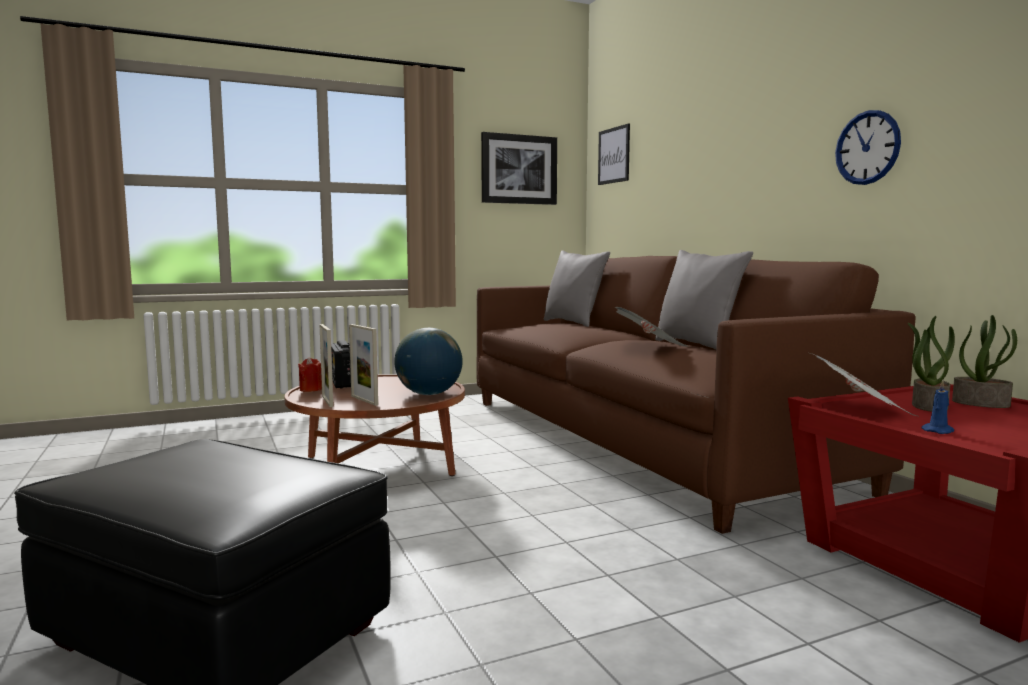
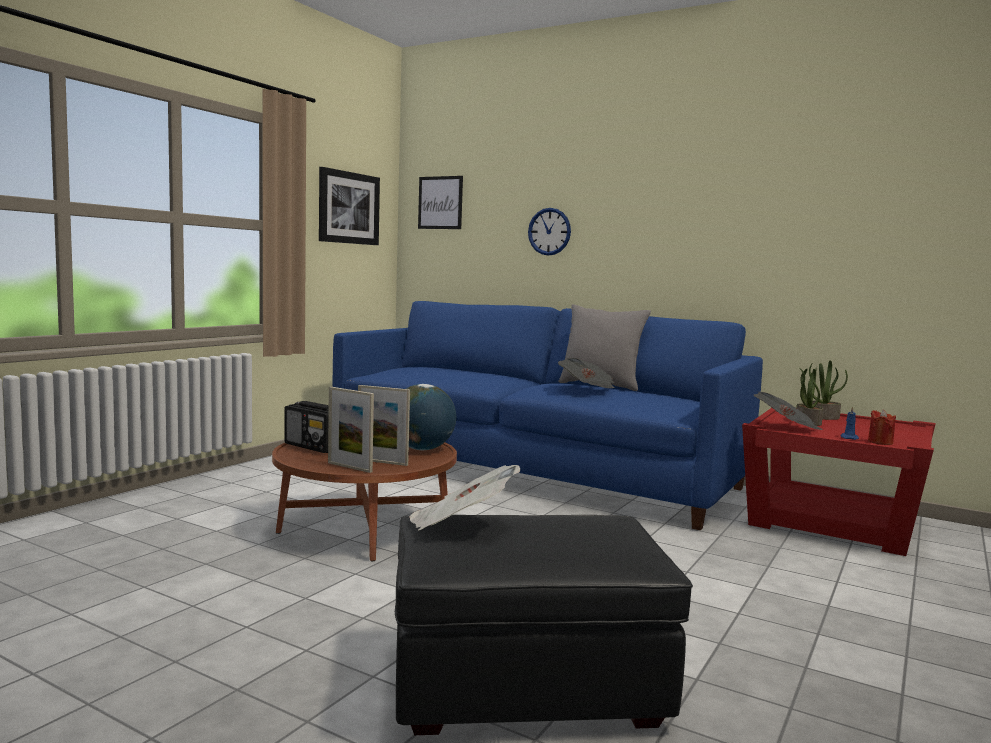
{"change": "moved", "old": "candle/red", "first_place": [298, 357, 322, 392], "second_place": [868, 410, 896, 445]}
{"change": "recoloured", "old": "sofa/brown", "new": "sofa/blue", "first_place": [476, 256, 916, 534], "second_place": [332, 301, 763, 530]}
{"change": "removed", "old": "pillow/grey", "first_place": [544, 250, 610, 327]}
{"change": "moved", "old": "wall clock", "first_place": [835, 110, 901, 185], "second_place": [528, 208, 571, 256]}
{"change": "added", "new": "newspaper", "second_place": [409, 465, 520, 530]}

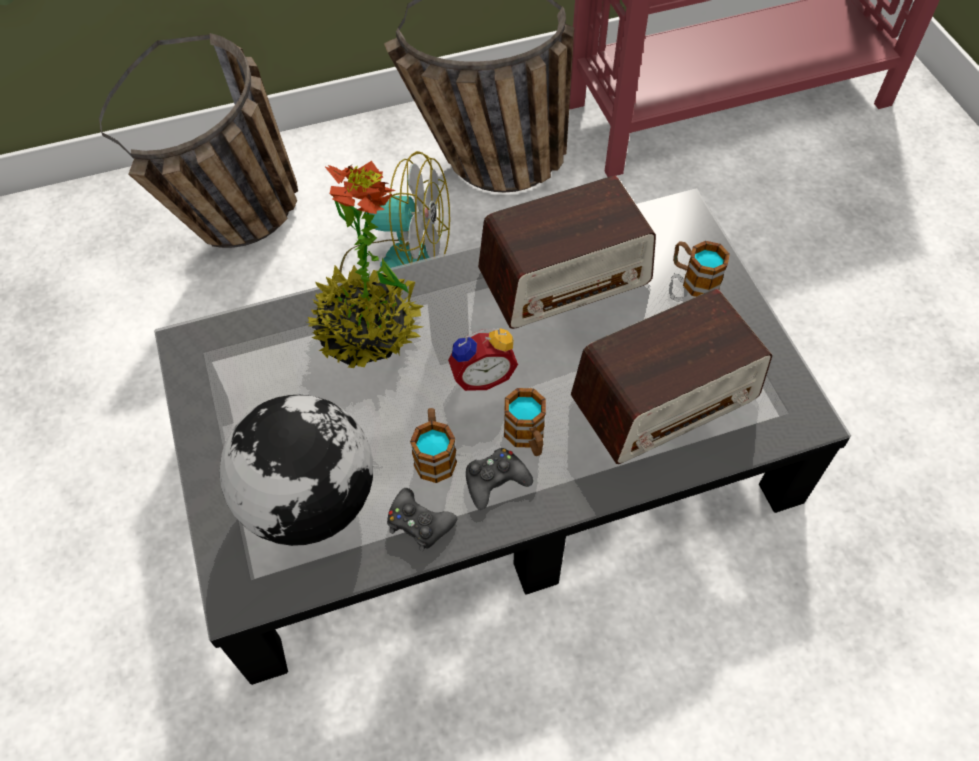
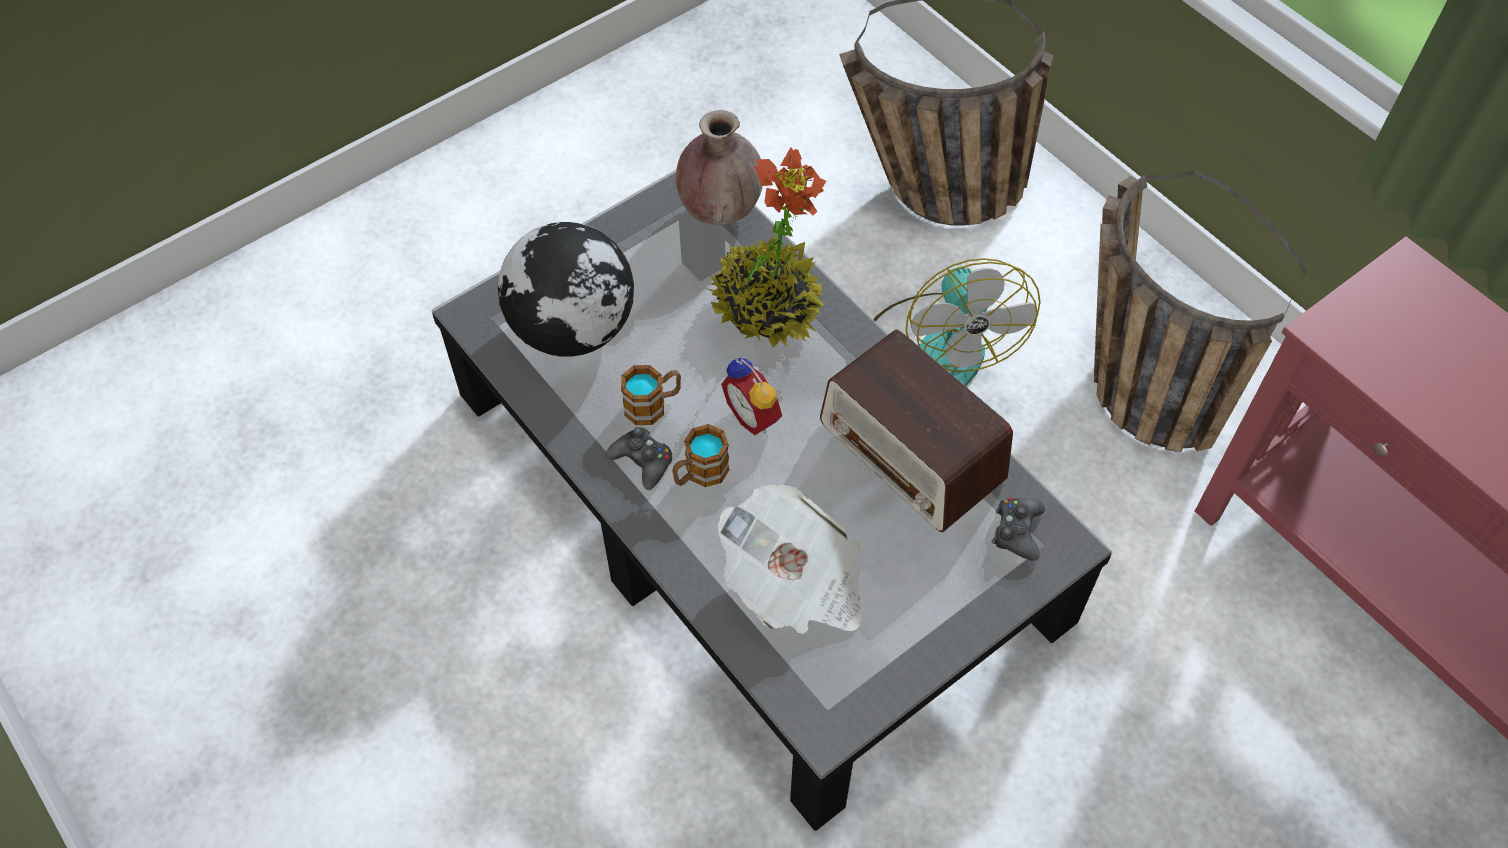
{"change": "moved", "old": "game controller/black", "first_place": [387, 488, 457, 551], "second_place": [992, 497, 1045, 561]}
{"change": "replaced", "old": "radio", "new": "newspaper", "first_place": [571, 289, 772, 464], "second_place": [718, 485, 861, 634]}
{"change": "removed", "old": "mug", "first_place": [673, 241, 730, 297]}
{"change": "added", "new": "vase/brown", "second_place": [676, 110, 763, 226]}

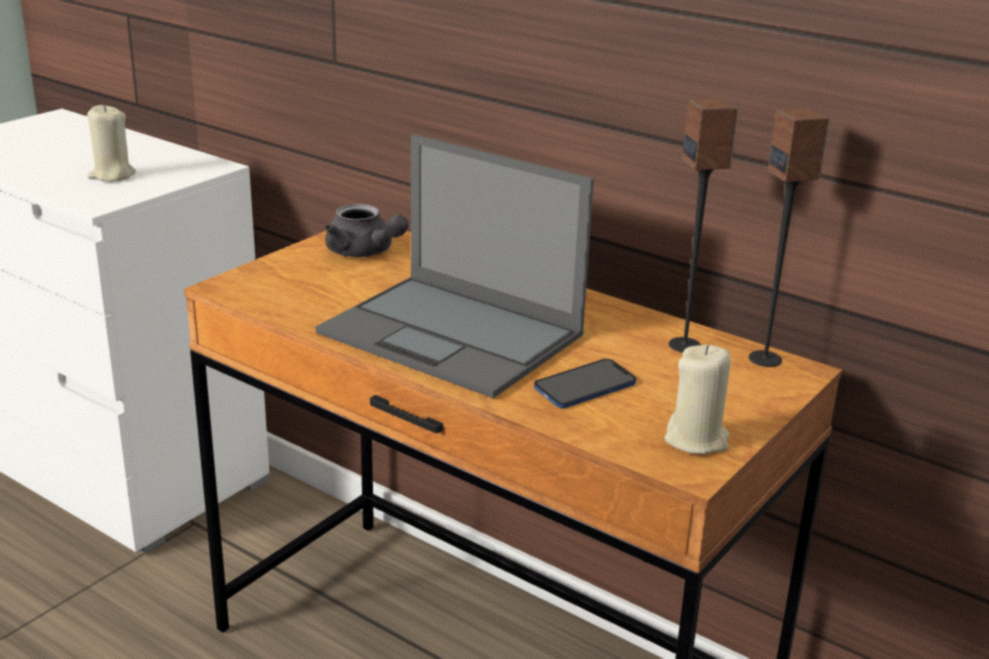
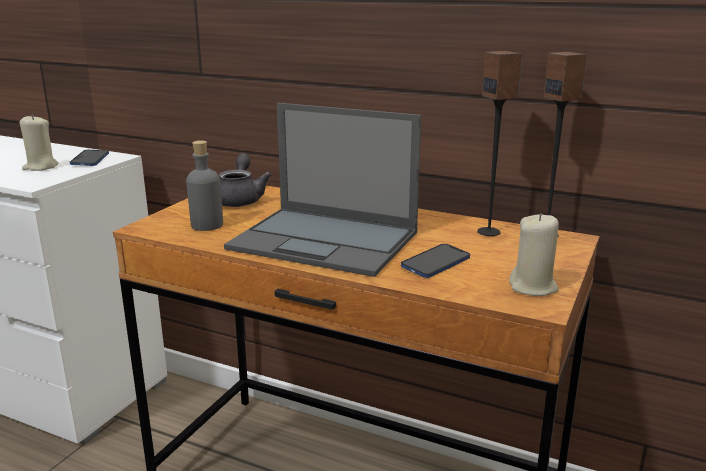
{"change": "turned", "old": "teapot/grey", "first_place": [325, 204, 408, 257], "second_place": [219, 154, 271, 207], "degrees": -120}
{"change": "added", "new": "phone", "second_place": [70, 150, 109, 166]}
{"change": "added", "new": "bottle/grey", "second_place": [186, 140, 223, 231]}

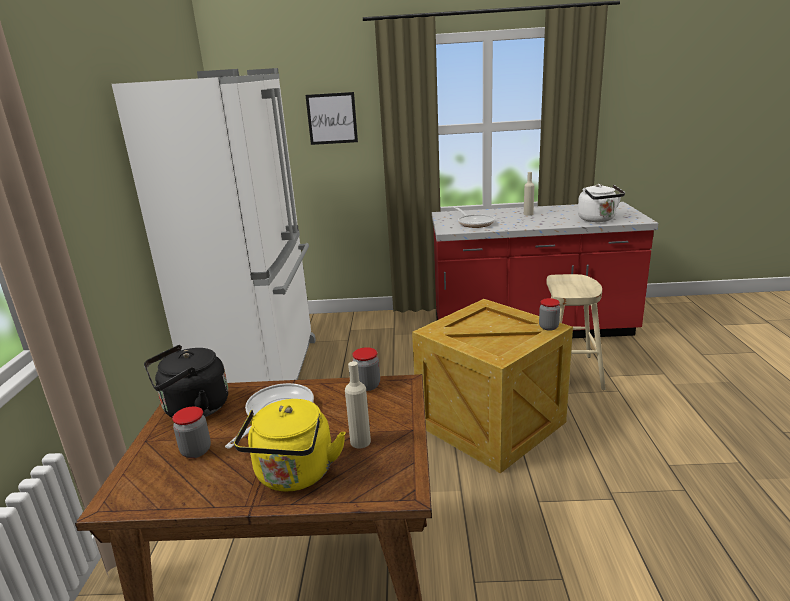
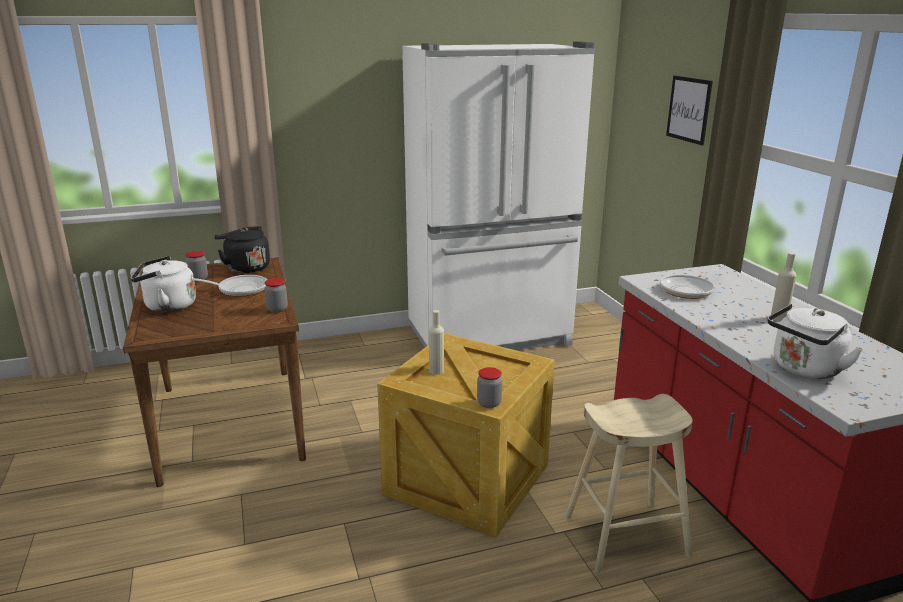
{"change": "recoloured", "old": "kettle/yellow", "new": "kettle/white", "first_place": [234, 399, 346, 491], "second_place": [131, 256, 196, 312]}
{"change": "moved", "old": "bottle/beige", "first_place": [345, 361, 371, 448], "second_place": [429, 310, 444, 375]}

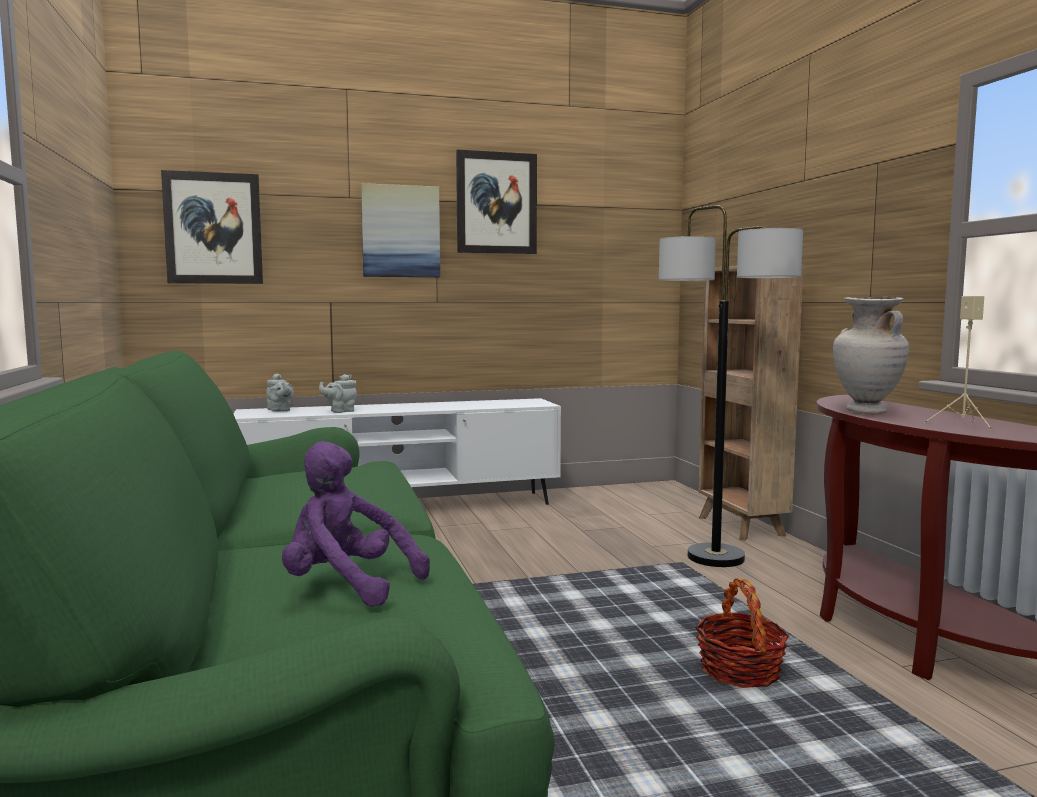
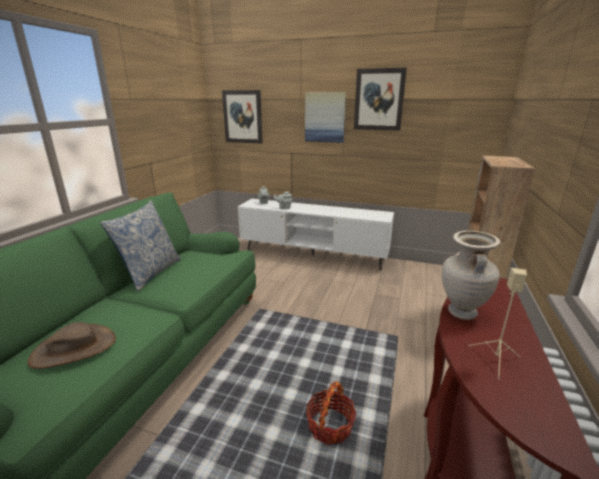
{"change": "replaced", "old": "plush toy/purple", "new": "hat/brown", "first_place": [282, 441, 430, 606], "second_place": [27, 322, 116, 369]}
{"change": "removed", "old": "floor lamp", "first_place": [659, 205, 803, 567]}
{"change": "added", "new": "pillow", "second_place": [100, 200, 181, 292]}

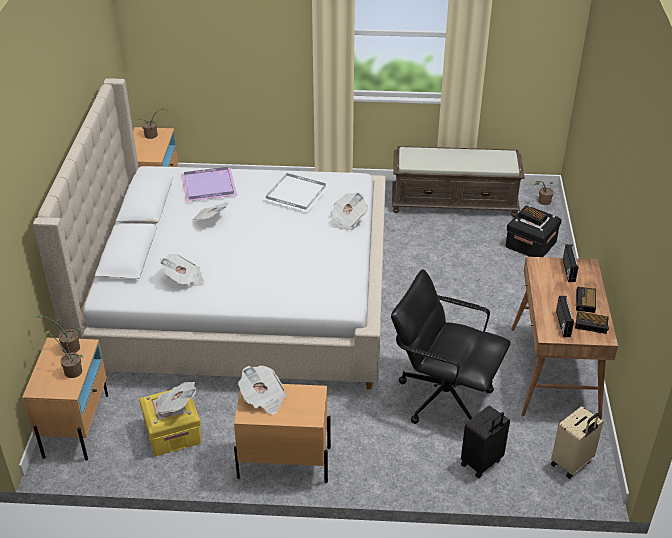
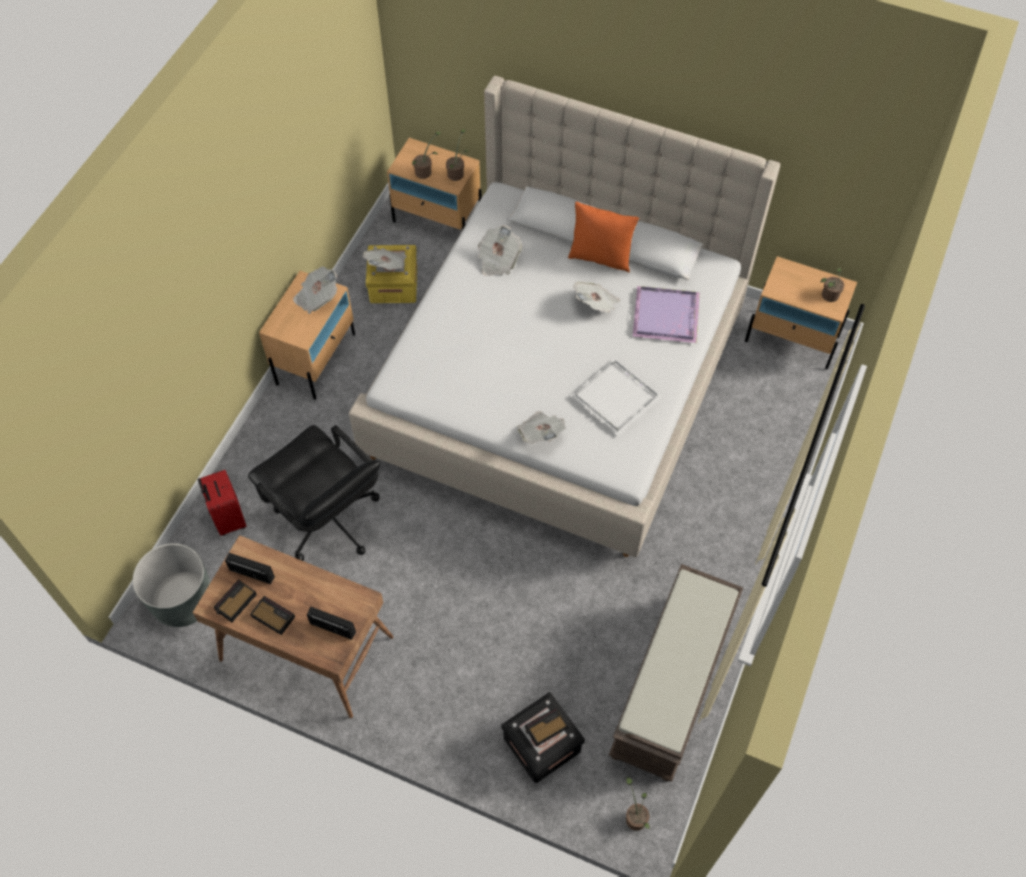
{"change": "turned", "old": "office chair/black", "first_place": [391, 269, 511, 424], "second_place": [248, 425, 380, 561], "degrees": 90}
{"change": "recoloured", "old": "suitcase/black", "new": "suitcase/red", "first_place": [461, 405, 510, 478], "second_place": [198, 470, 247, 536]}
{"change": "replaced", "old": "suitcase/beige", "new": "planter/grey", "first_place": [551, 406, 604, 479], "second_place": [133, 543, 211, 627]}
{"change": "added", "new": "pillow/orange", "second_place": [568, 202, 639, 273]}

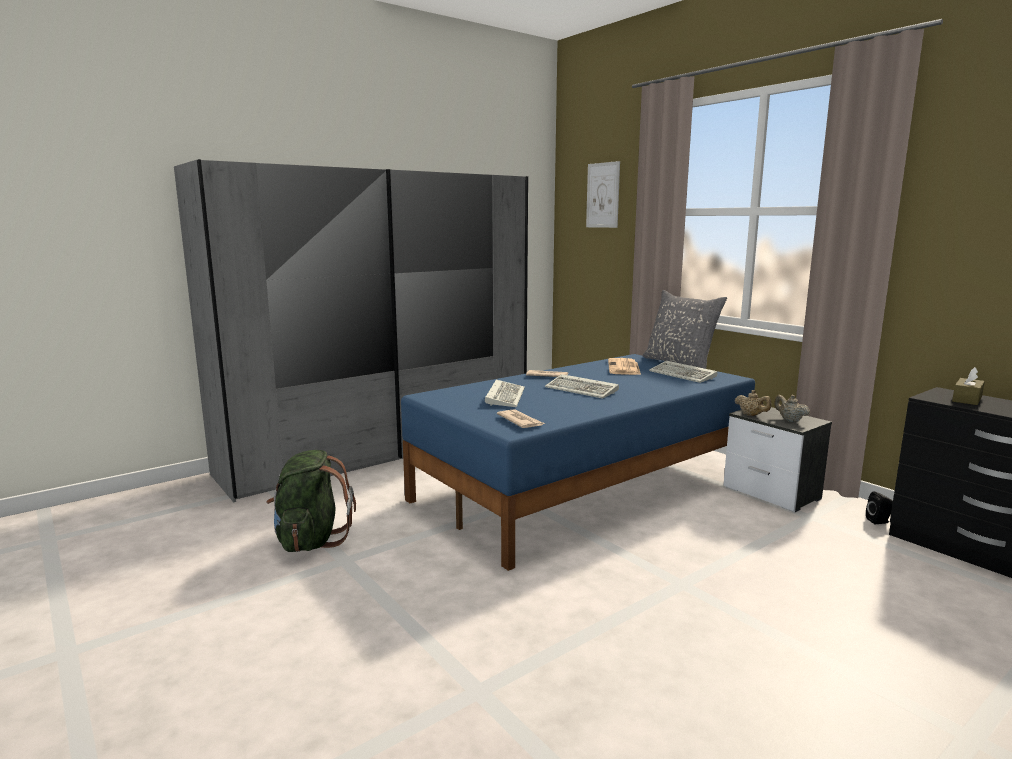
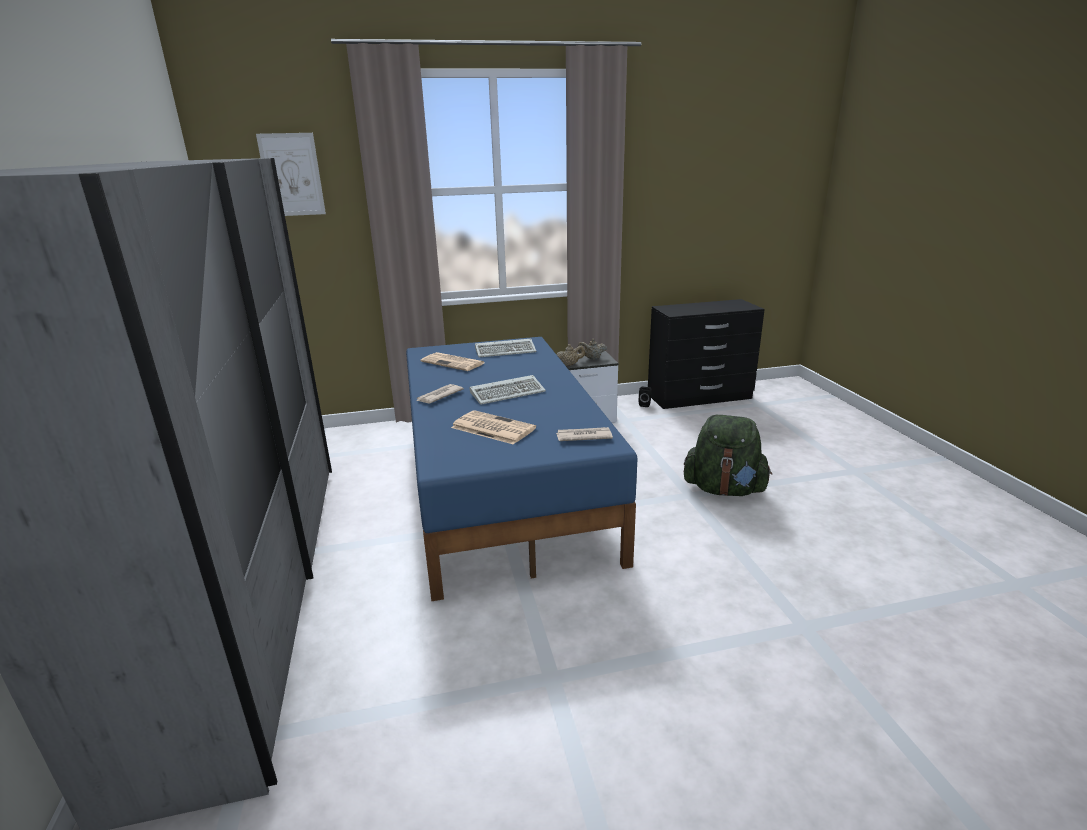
{"change": "moved", "old": "backpack/green", "first_place": [266, 450, 356, 552], "second_place": [684, 415, 772, 496]}
{"change": "replaced", "old": "keyboard", "new": "newspaper", "first_place": [485, 380, 525, 407], "second_place": [451, 410, 536, 445]}
{"change": "removed", "old": "pillow/grey", "first_place": [643, 290, 727, 369]}
{"change": "removed", "old": "tissue box/brown", "first_place": [952, 367, 985, 405]}

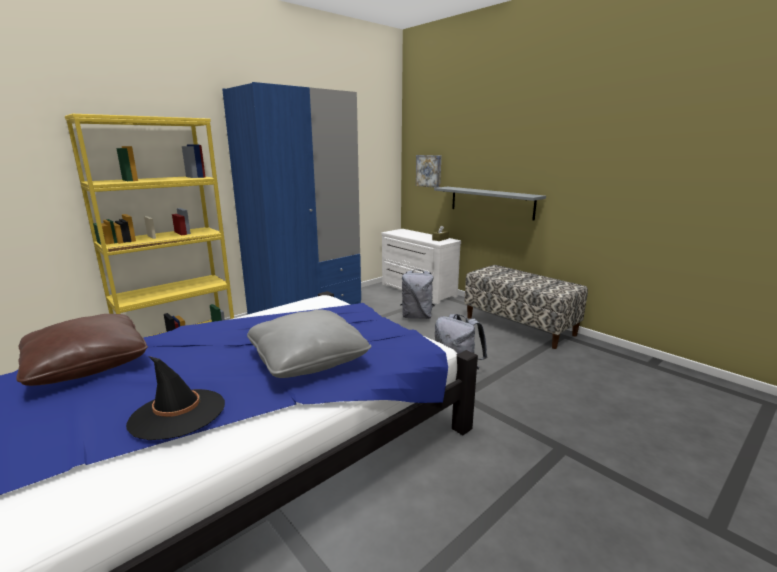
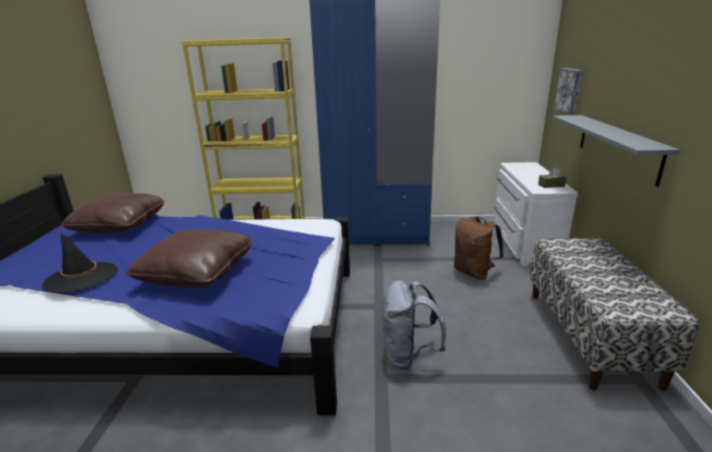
{"change": "recoloured", "old": "pillow/grey", "new": "pillow/brown", "first_place": [247, 309, 372, 378], "second_place": [126, 229, 253, 287]}
{"change": "recoloured", "old": "backpack/grey", "new": "backpack/brown", "first_place": [400, 270, 435, 319], "second_place": [454, 216, 504, 280]}

